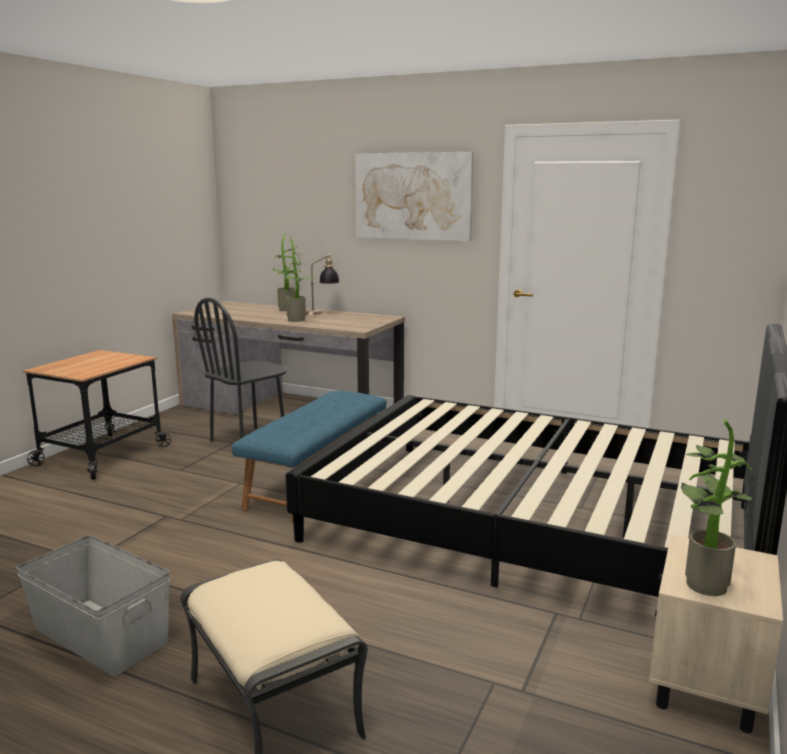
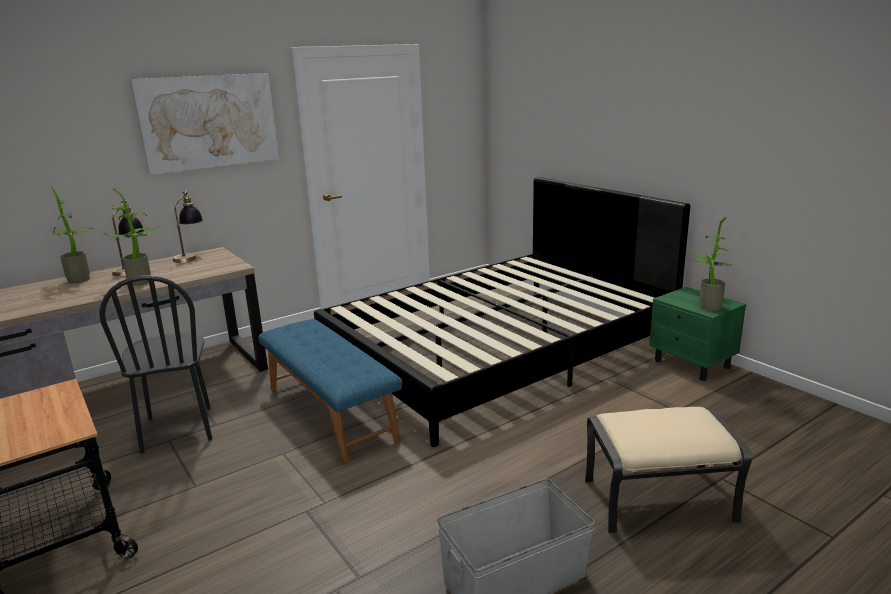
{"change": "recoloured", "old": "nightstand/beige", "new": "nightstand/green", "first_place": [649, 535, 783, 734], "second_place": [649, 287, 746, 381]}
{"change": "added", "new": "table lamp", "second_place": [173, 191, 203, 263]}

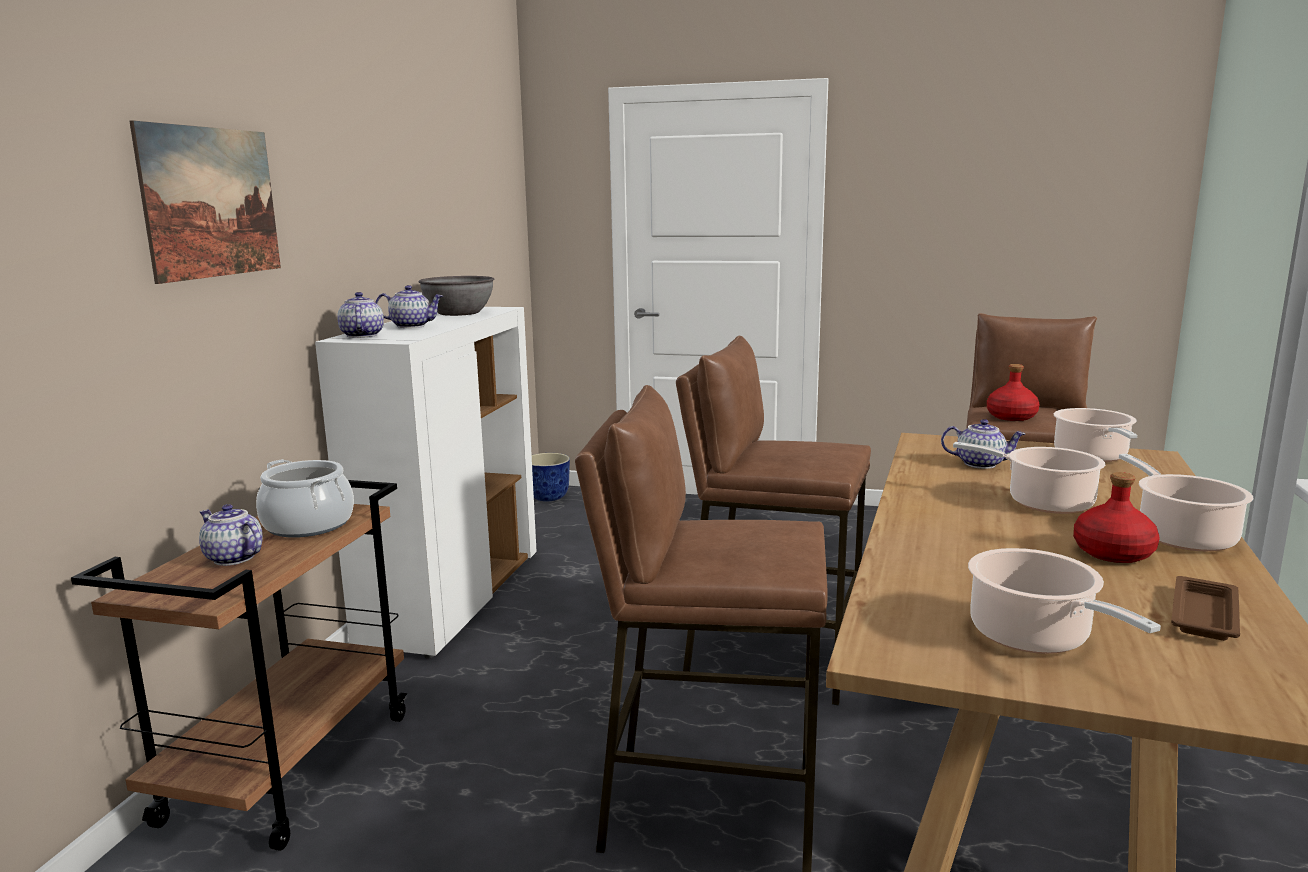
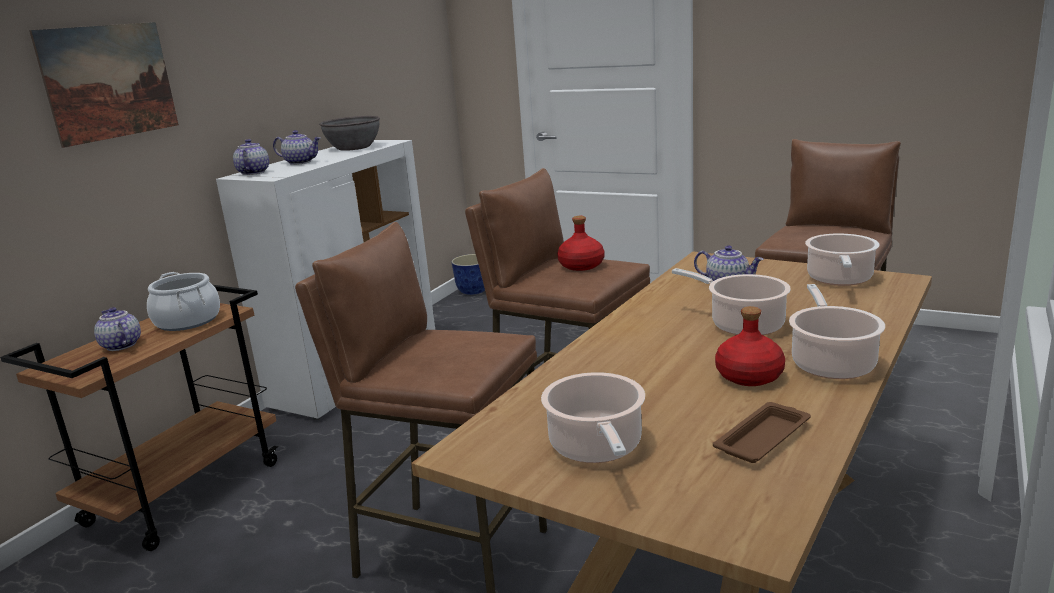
{"change": "moved", "old": "bottle/red", "first_place": [987, 364, 1040, 421], "second_place": [557, 216, 604, 271]}

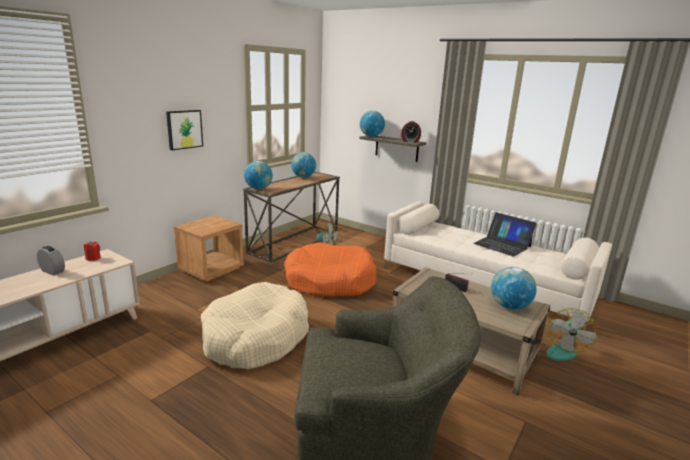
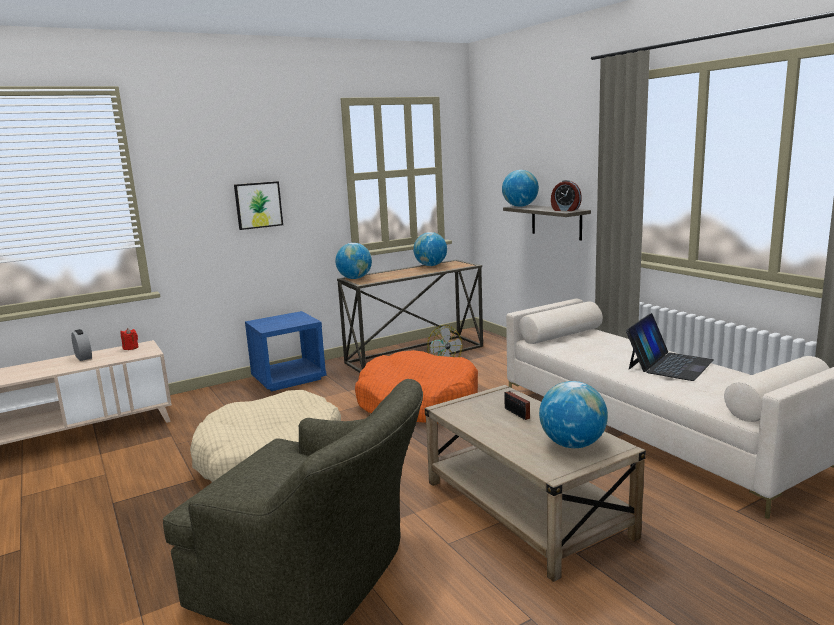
{"change": "recoloured", "old": "nightstand/brown", "new": "nightstand/blue", "first_place": [174, 215, 244, 282], "second_place": [245, 311, 327, 392]}
{"change": "turned", "old": "laptop", "first_place": [473, 212, 537, 256], "second_place": [626, 313, 714, 381], "degrees": -120}
{"change": "removed", "old": "fan", "first_place": [541, 308, 599, 361]}

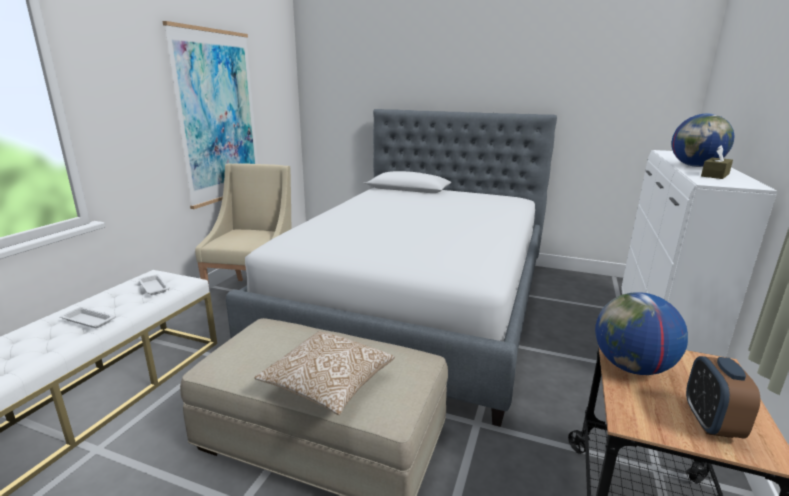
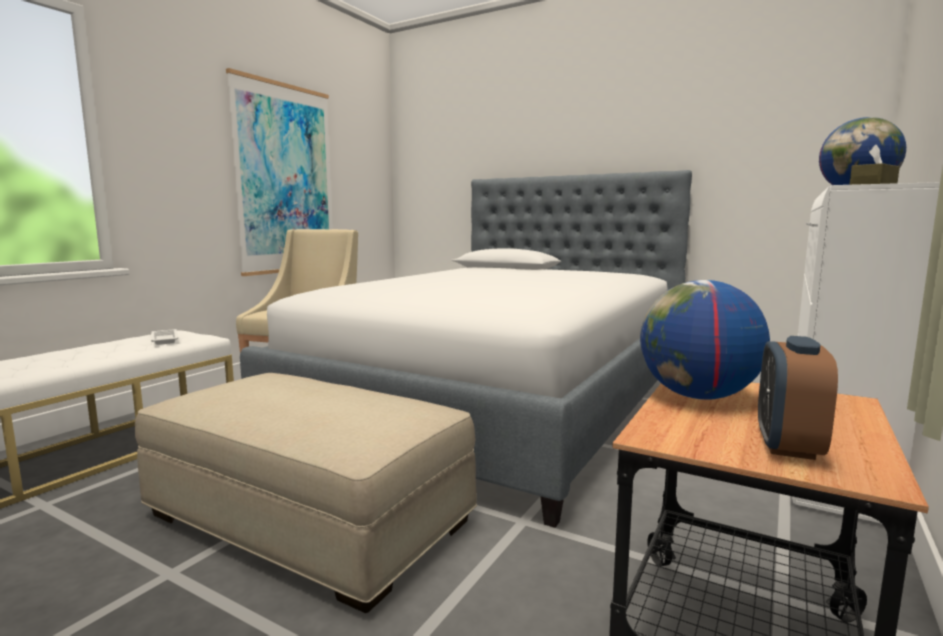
{"change": "removed", "old": "tray/white", "first_place": [60, 307, 116, 328]}
{"change": "removed", "old": "pillow", "first_place": [255, 331, 394, 415]}

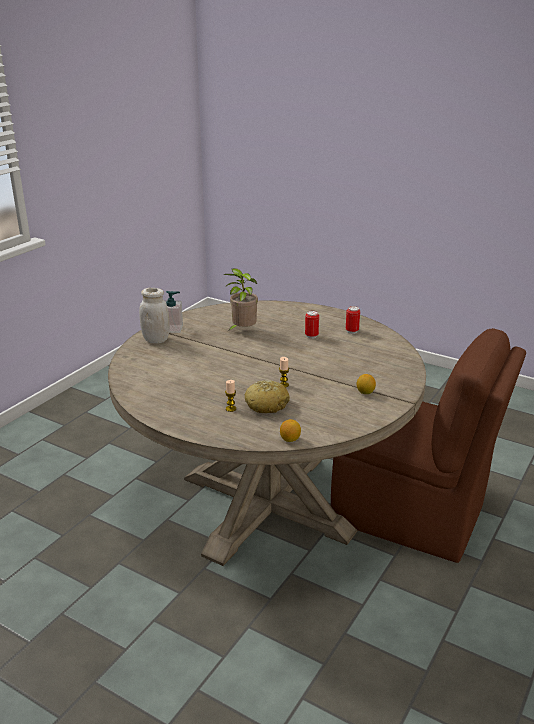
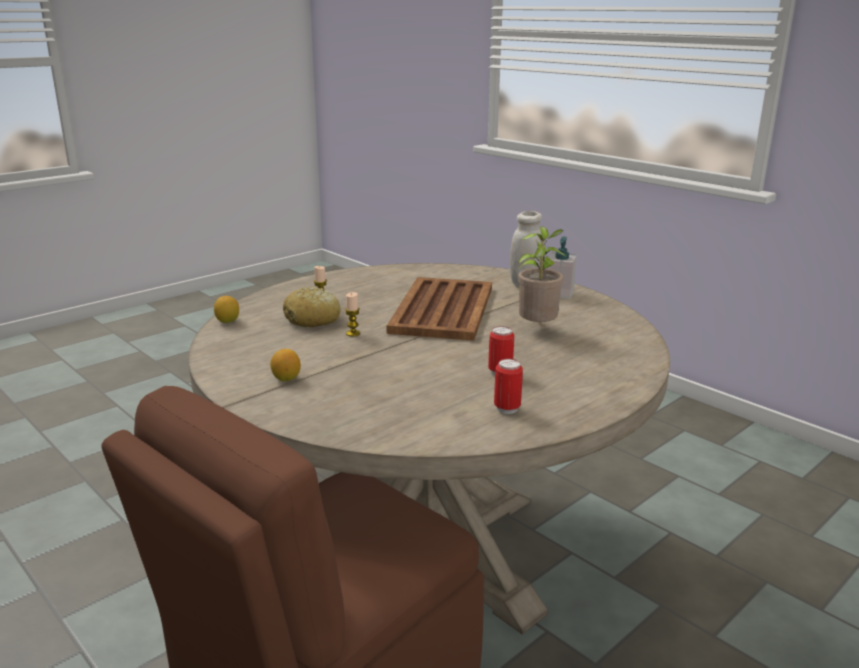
{"change": "added", "new": "tray/brown", "second_place": [387, 277, 492, 341]}

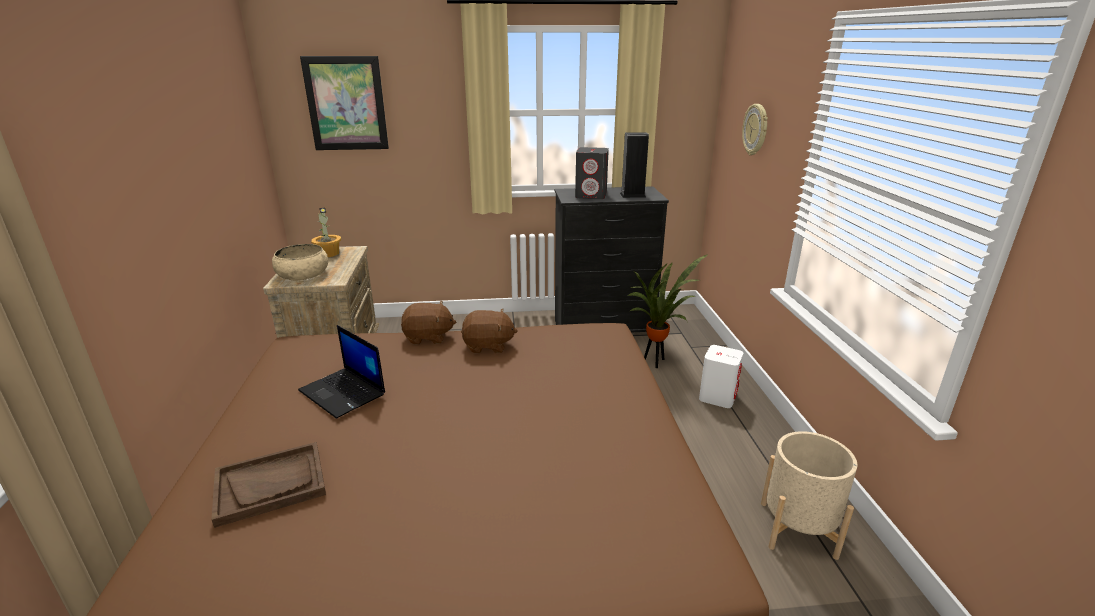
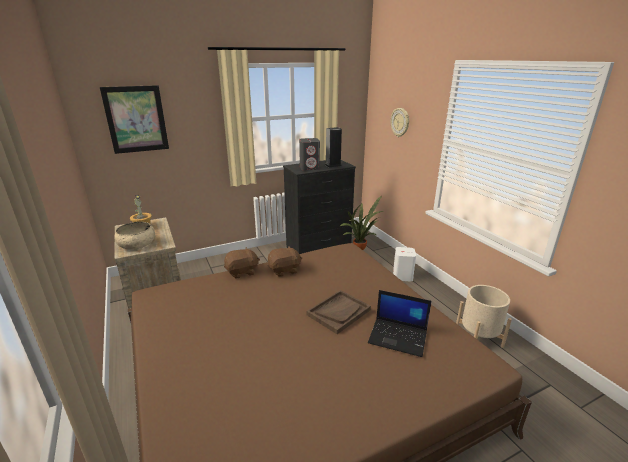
{"change": "moved", "old": "tray/brown", "first_place": [211, 442, 326, 528], "second_place": [307, 290, 371, 334]}
{"change": "moved", "old": "laptop", "first_place": [298, 325, 385, 419], "second_place": [368, 290, 432, 357]}

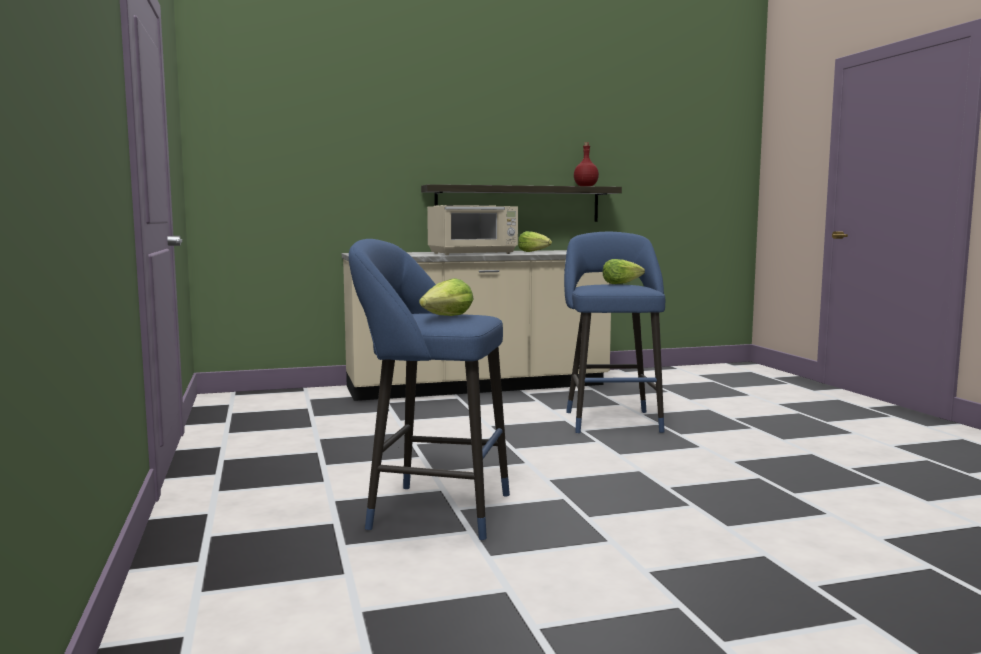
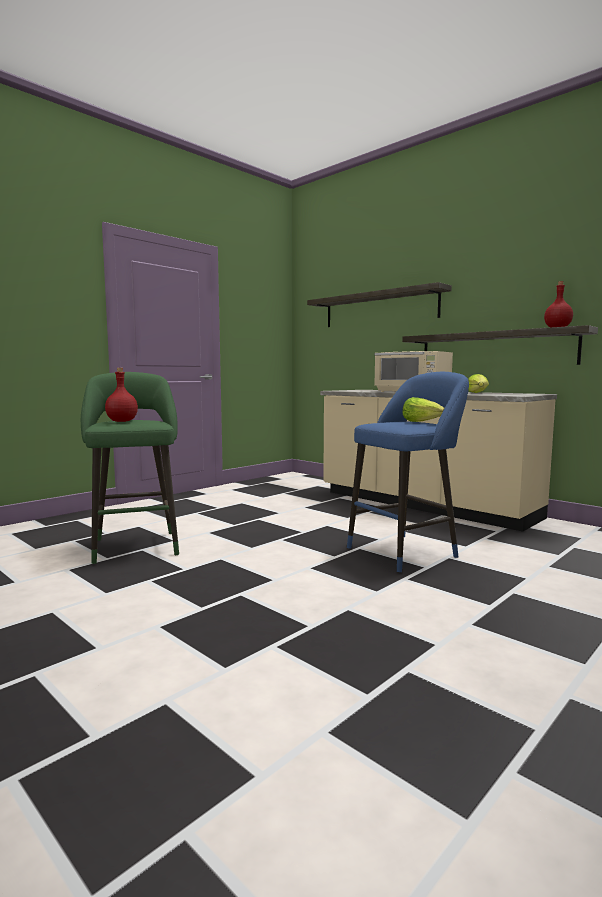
{"change": "recoloured", "old": "stool/blue", "new": "stool/green", "first_place": [349, 239, 510, 540], "second_place": [81, 372, 179, 564]}
{"change": "replaced", "old": "lettuce", "new": "bottle/red", "first_place": [419, 278, 473, 316], "second_place": [105, 368, 138, 422]}
{"change": "added", "new": "shelf", "second_place": [307, 282, 452, 327]}

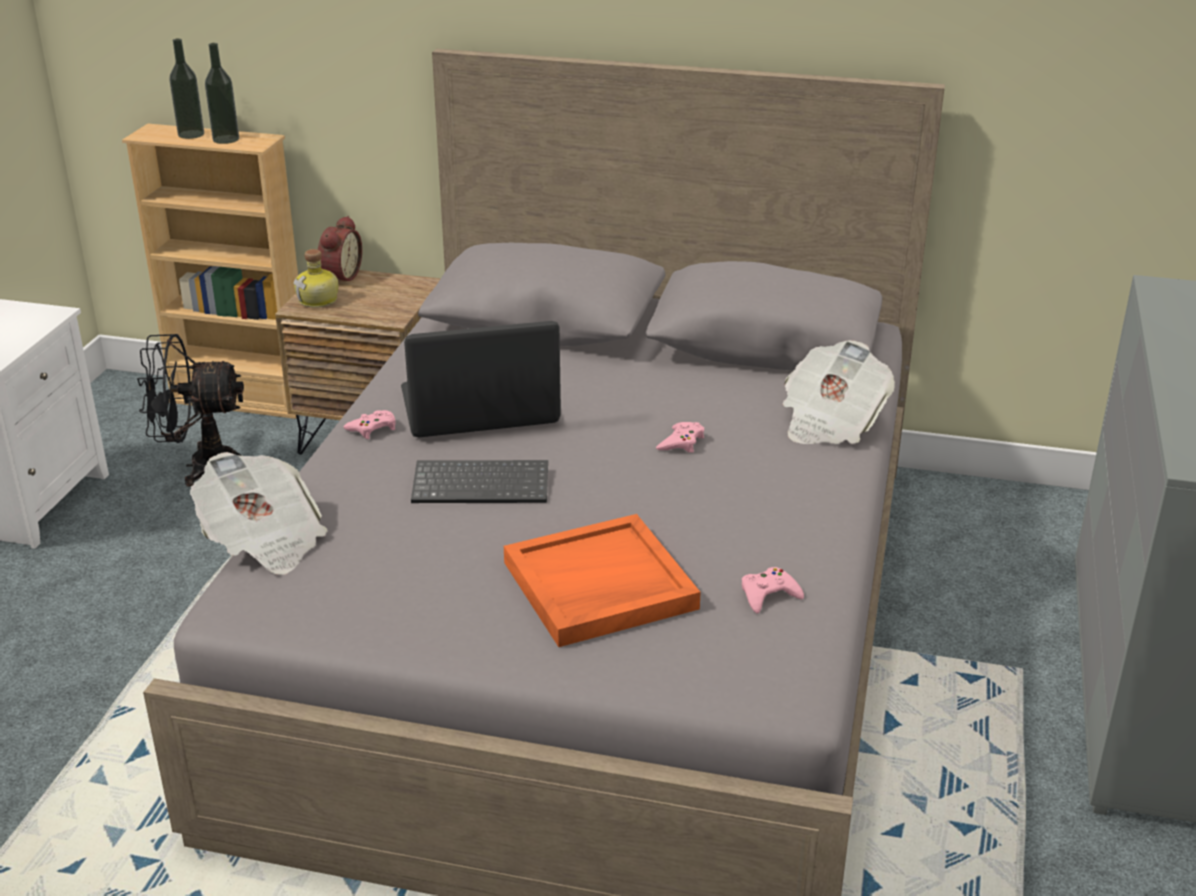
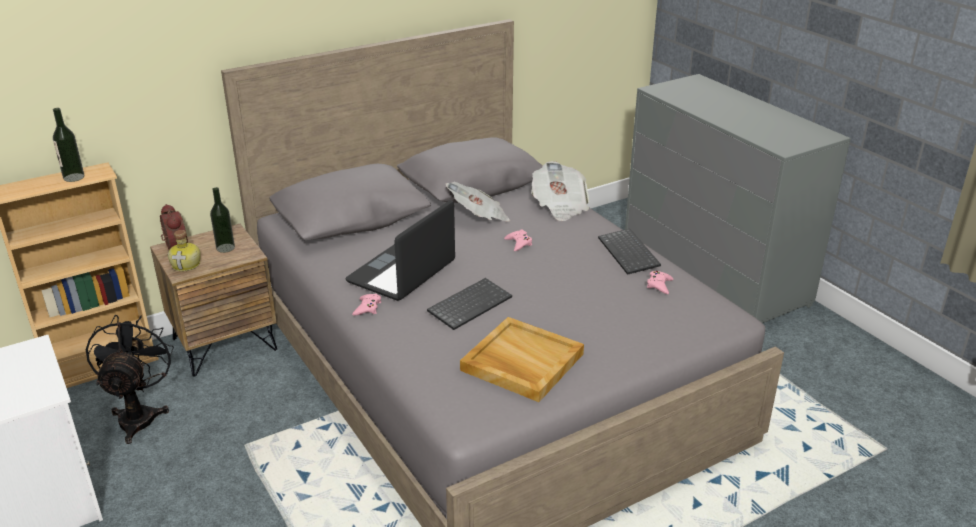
{"change": "turned", "old": "fan/black", "first_place": [137, 334, 244, 487], "second_place": [86, 315, 174, 444], "degrees": 135}
{"change": "moved", "old": "bottle", "first_place": [169, 38, 204, 139], "second_place": [210, 187, 235, 253]}
{"change": "moved", "old": "newspaper", "first_place": [190, 452, 328, 575], "second_place": [445, 182, 511, 222]}
{"change": "removed", "old": "tray/orange", "first_place": [504, 514, 701, 647]}
{"change": "added", "new": "tray/beige", "second_place": [460, 317, 584, 402]}
{"change": "added", "new": "keyboard", "second_place": [598, 228, 661, 275]}

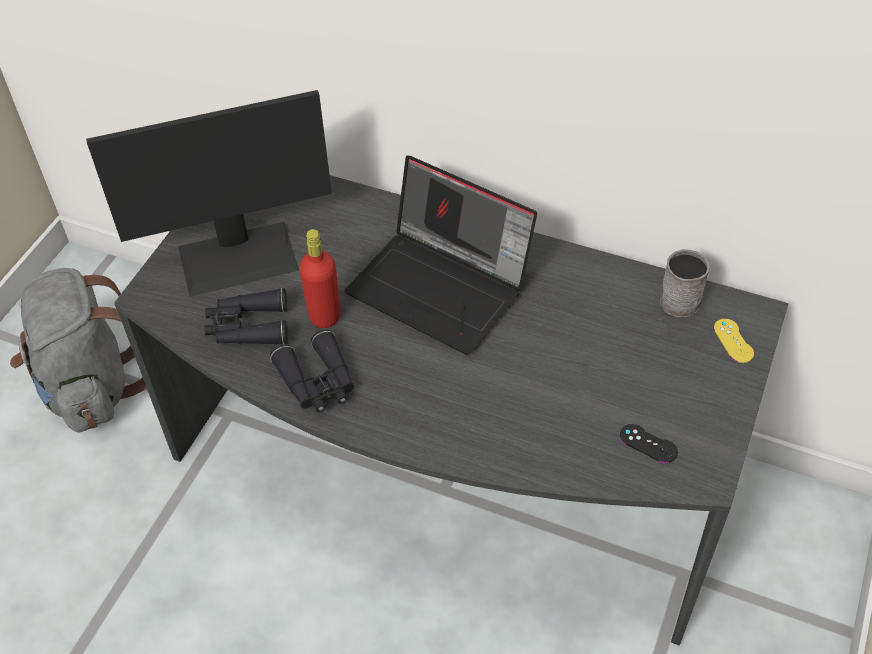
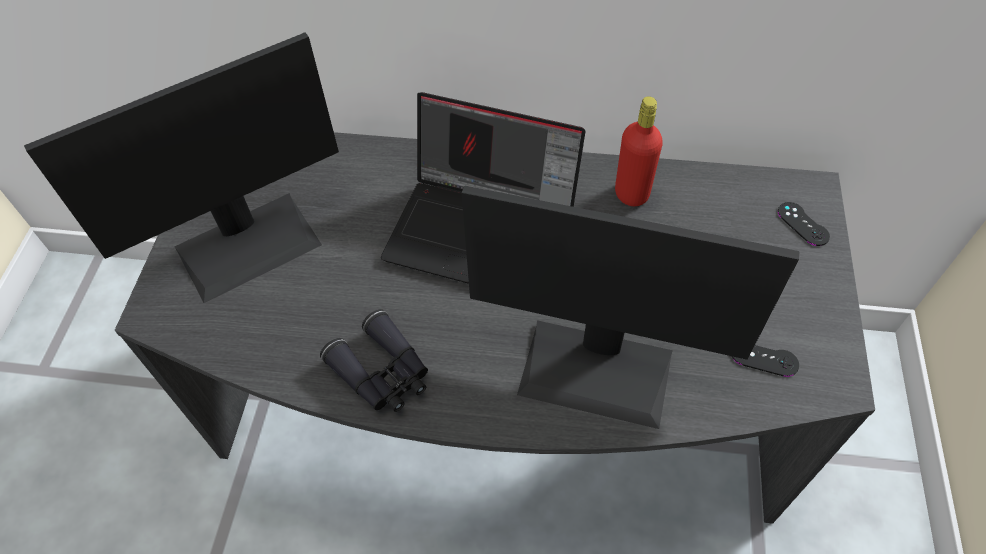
{"change": "removed", "old": "backpack/grey", "first_place": [10, 268, 146, 433]}
{"change": "removed", "old": "binoculars/black", "first_place": [204, 288, 287, 345]}
{"change": "moved", "old": "bottle/red", "first_place": [299, 229, 341, 328], "second_place": [615, 96, 663, 206]}
{"change": "removed", "old": "mug/grey", "first_place": [660, 249, 709, 317]}
{"change": "recoloured", "old": "game controller/yellow", "new": "game controller/black", "first_place": [714, 319, 754, 363], "second_place": [778, 202, 830, 246]}
{"change": "added", "new": "monitor", "second_place": [462, 185, 800, 429]}

